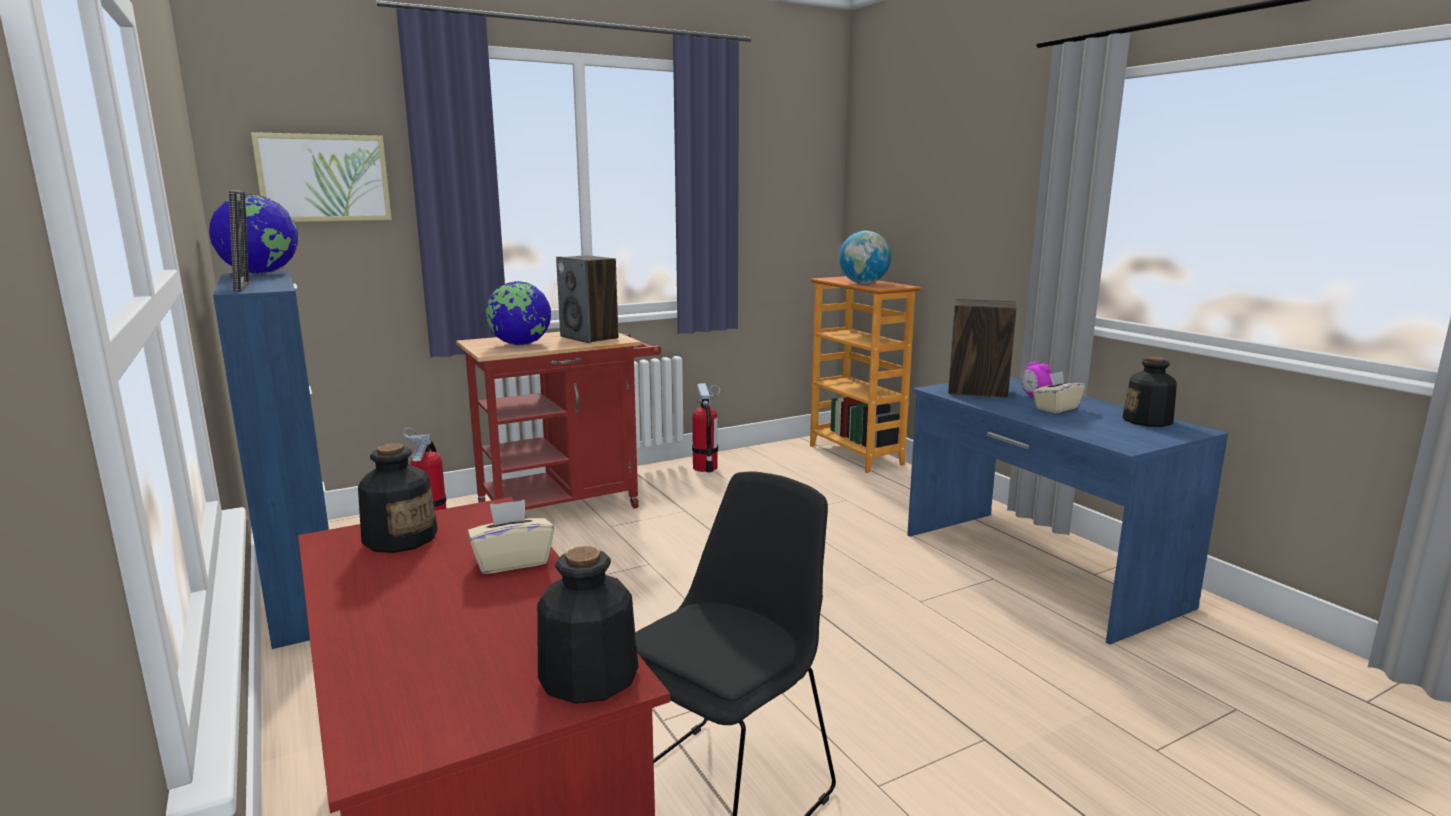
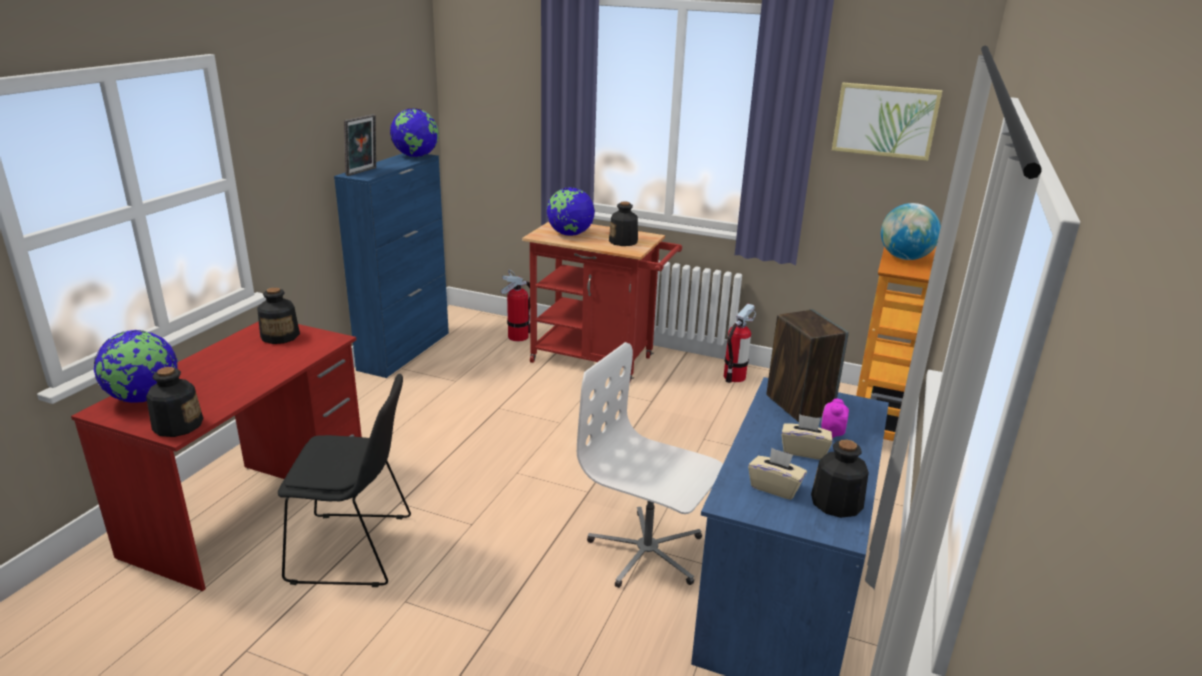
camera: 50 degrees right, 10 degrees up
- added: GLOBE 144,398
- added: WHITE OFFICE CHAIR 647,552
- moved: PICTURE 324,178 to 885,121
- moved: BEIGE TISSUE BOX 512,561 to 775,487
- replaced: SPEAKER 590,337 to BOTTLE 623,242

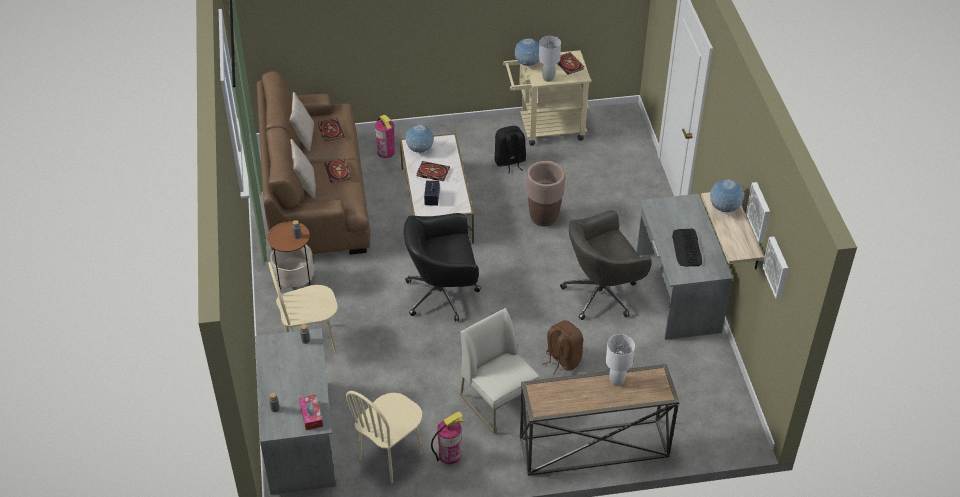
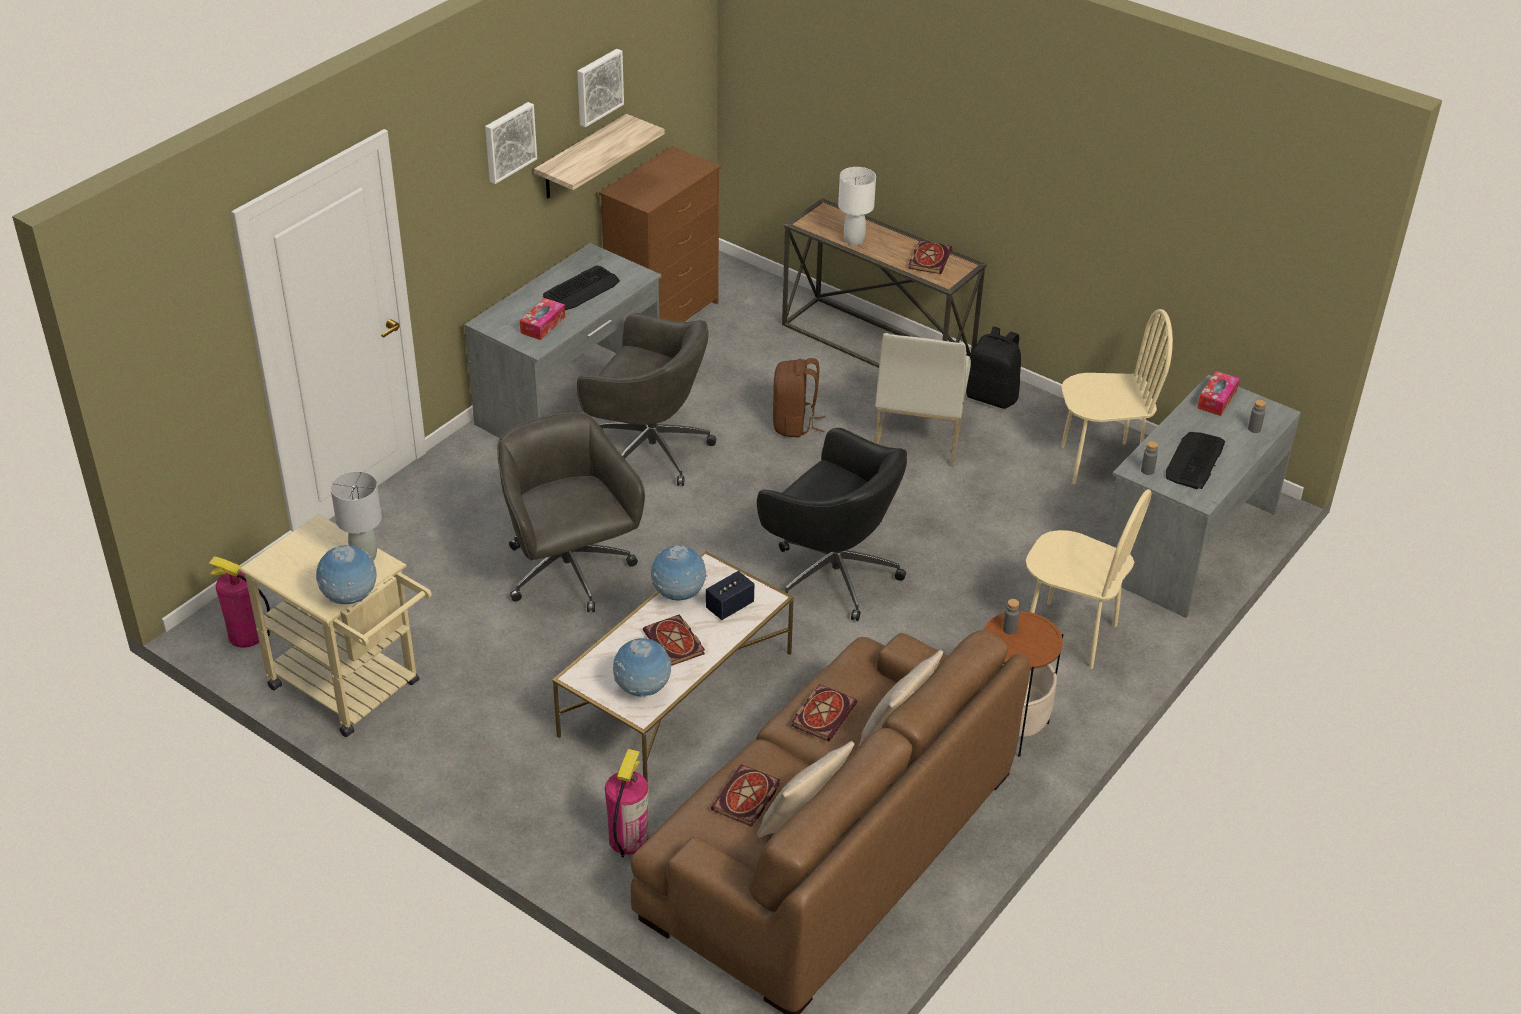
camera: 135 degrees left, 5 degrees down
- added: TISSUE BOX 543,325
- added: BROWN DRESSER 664,316
- added: KEYBOARD 1194,461
- moved: FIRE EXTINGUISHER 449,455 to 246,635
- moved: BLACK BACKPACK 510,162 to 992,397
- moved: BOOK 569,65 to 929,258
- moved: GLOBE 724,209 to 678,595
- moved: PICTURE 777,267 to 508,141
- replaced: BROWN PLANTER 544,217 to GREY OFFICE CHAIR 569,573

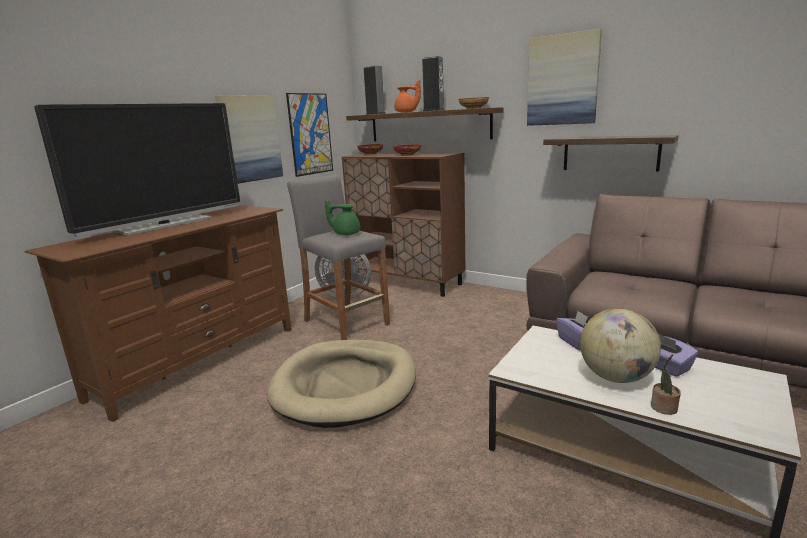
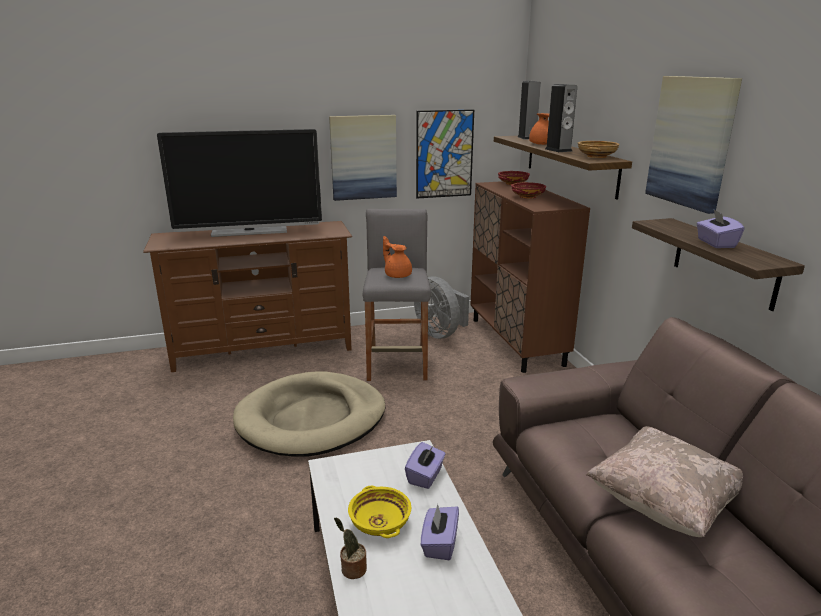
camera: 40 degrees right, 5 degrees up
- added: BEIGE PILLOW 663,503
- added: PURPLE TISSUE BOX 715,243
- replaced: GLOBE 616,377 to YELLOW BOWL 380,523
- recoloured: GREEN TEAPOT 346,233 to ORANGE TEAPOT 397,275

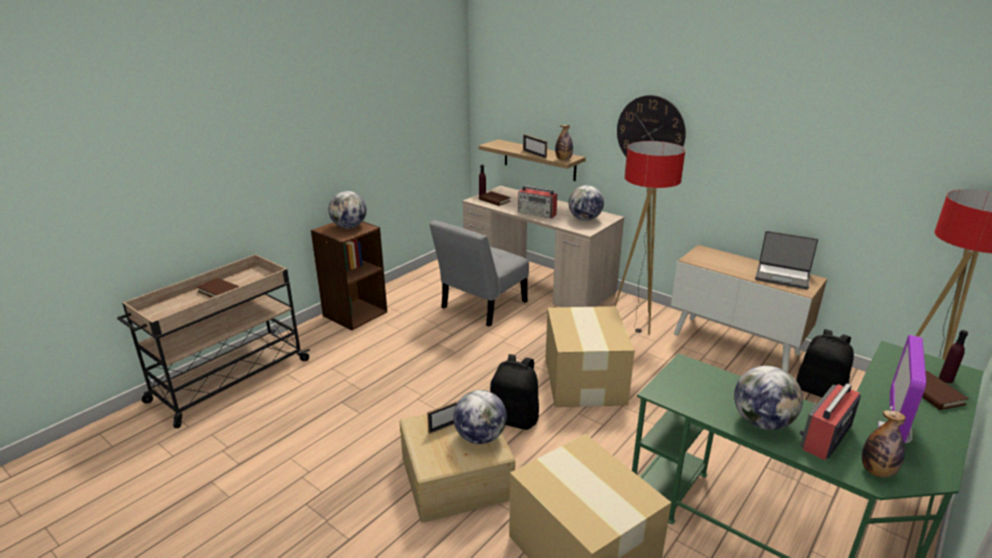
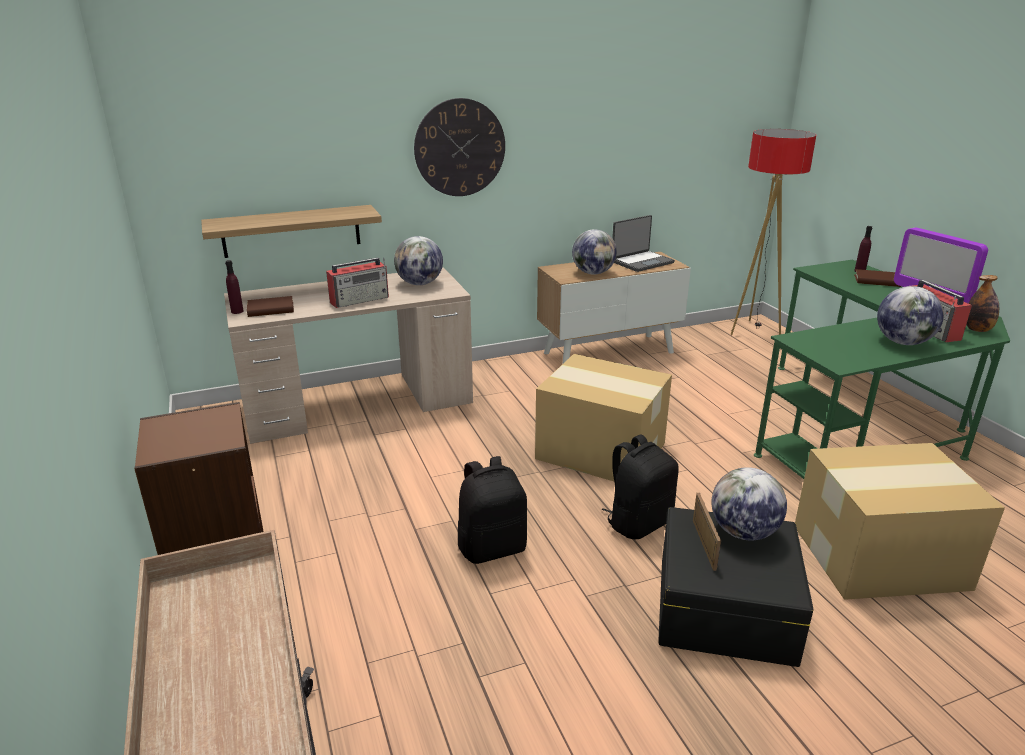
camera: 60 degrees left, 0 degrees up
- removed: BROWN BOOK 219,291
- removed: GREY CHAIR 481,306
- removed: PICTURE FRAME 534,154
- removed: BOTTLE 563,159
- removed: FLOOR LAMP 636,322
- moved: GLOBE 349,227 to 593,273
- moved: BLACK BACKPACK 820,391 to 492,547
- recoloured: BEIGE STORAGE BOX 456,476 to BLACK STORAGE BOX 723,607

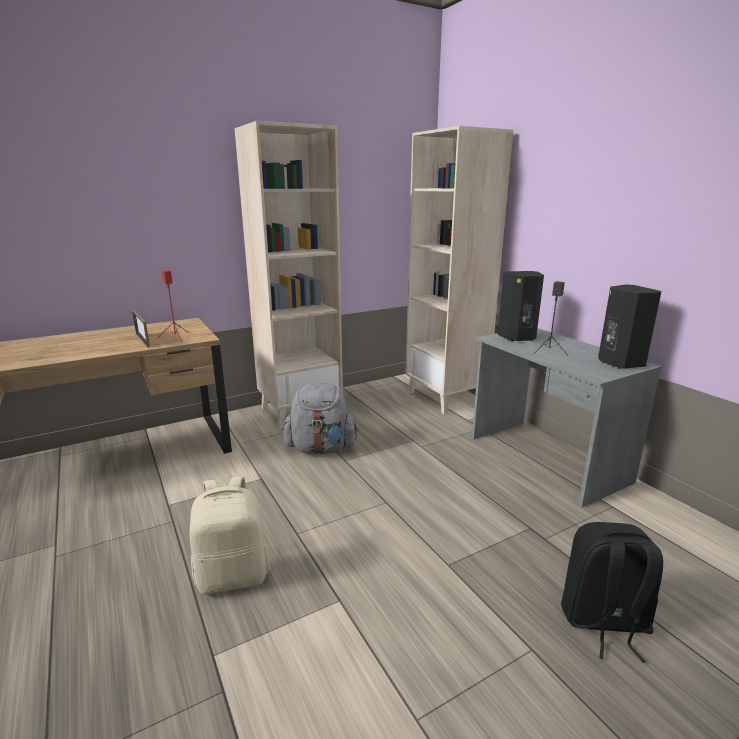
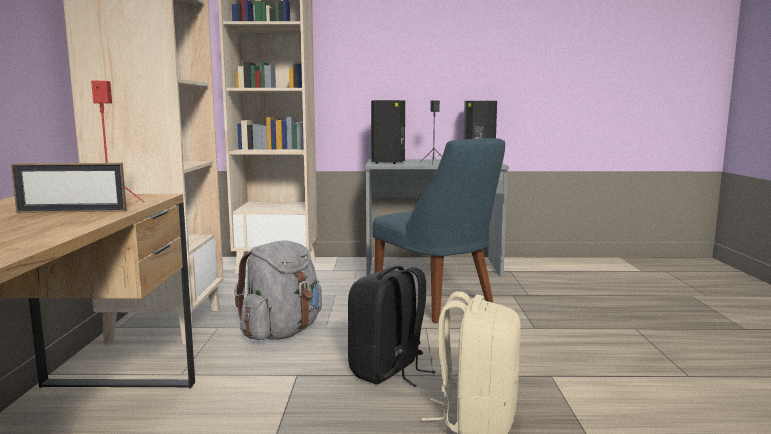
camera: 60 degrees left, 10 degrees down
- added: BLUE CHAIR 437,303
- moved: BLACK BACKPACK 603,622 to 388,371

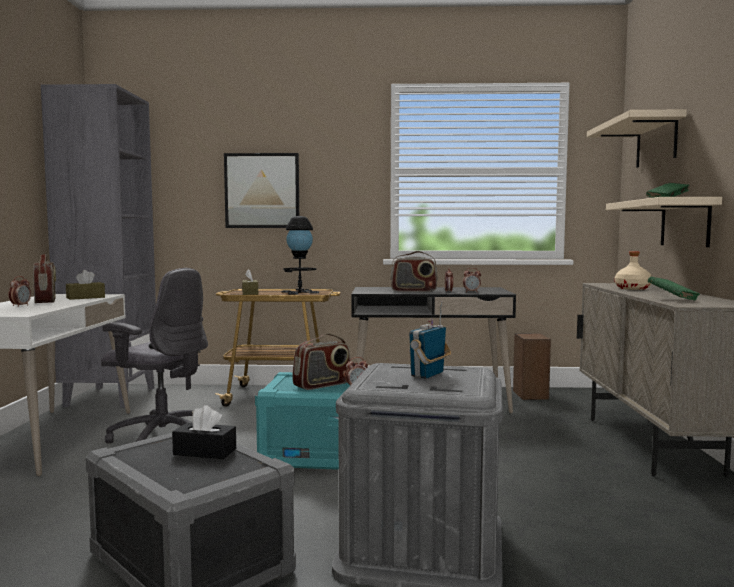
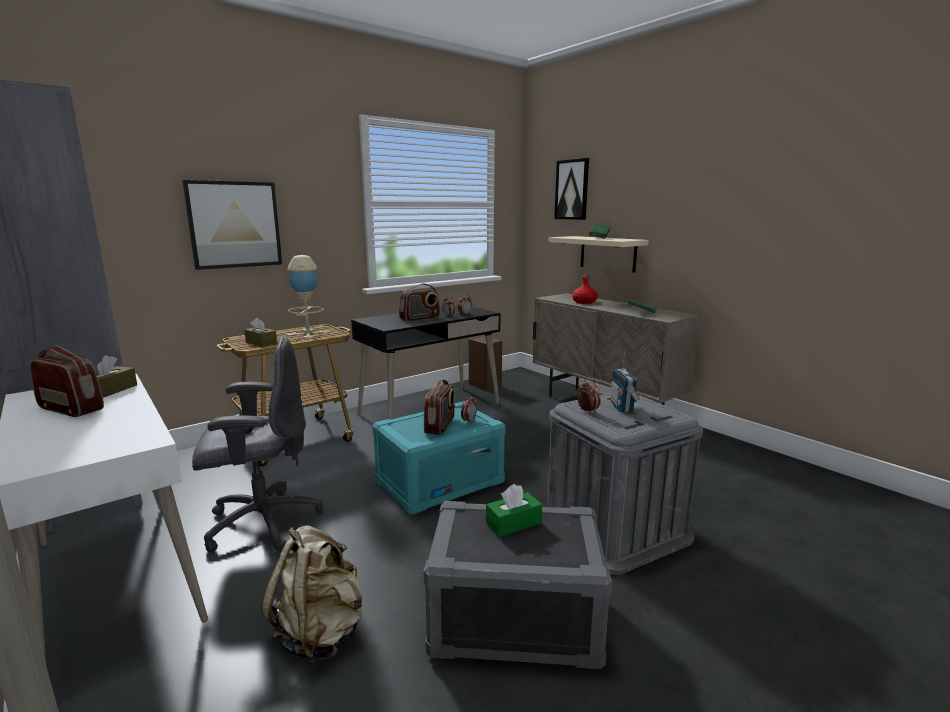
camera: 40 degrees left, 10 degrees up
- added: BEIGE BACKPACK 321,633
- moved: ALARM CLOCK 20,306 to 587,411
- replaced: BEIGE SHELF 656,142 to PICTURE 572,189
- recoloured: BLACK TISSUE BOX 205,452 to GREEN TISSUE BOX 513,523
- recoloured: BLACK TABLE LAMP 300,292 to BEIGE TABLE LAMP 308,333
- recoloured: BEIGE BOTTLE 632,288 to RED BOTTLE 584,302

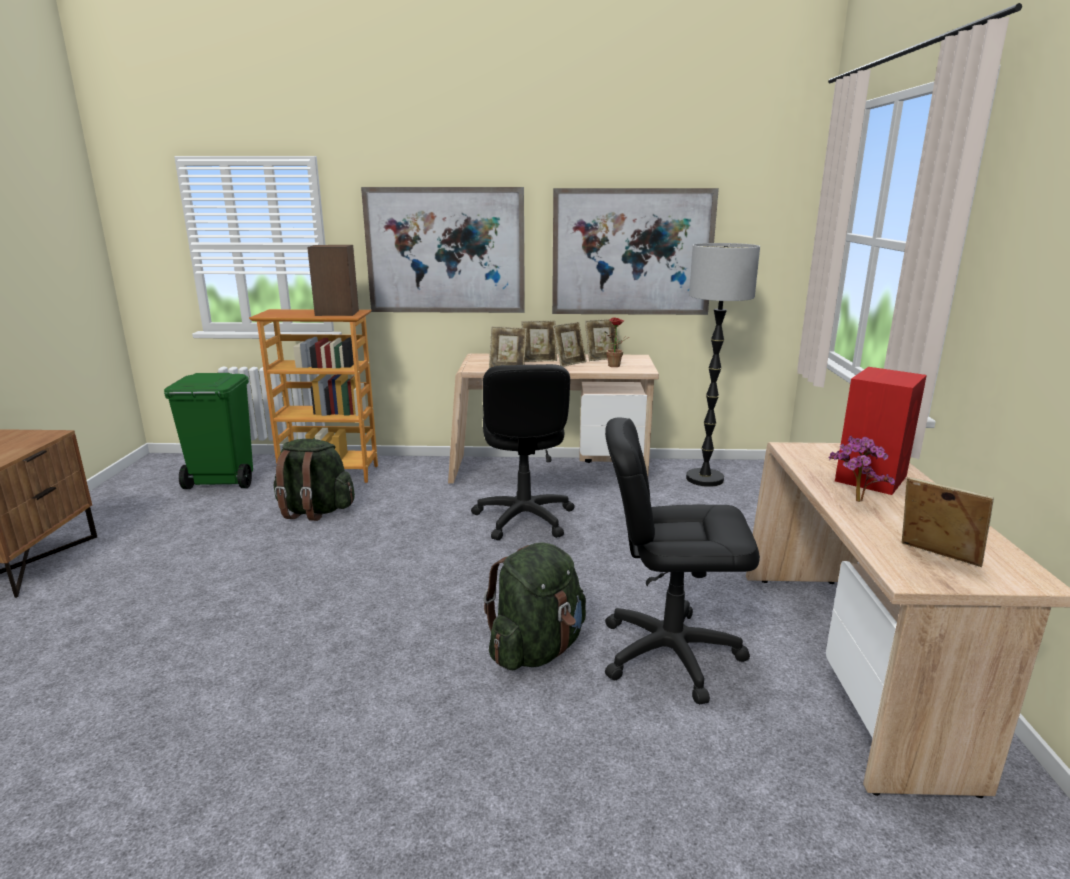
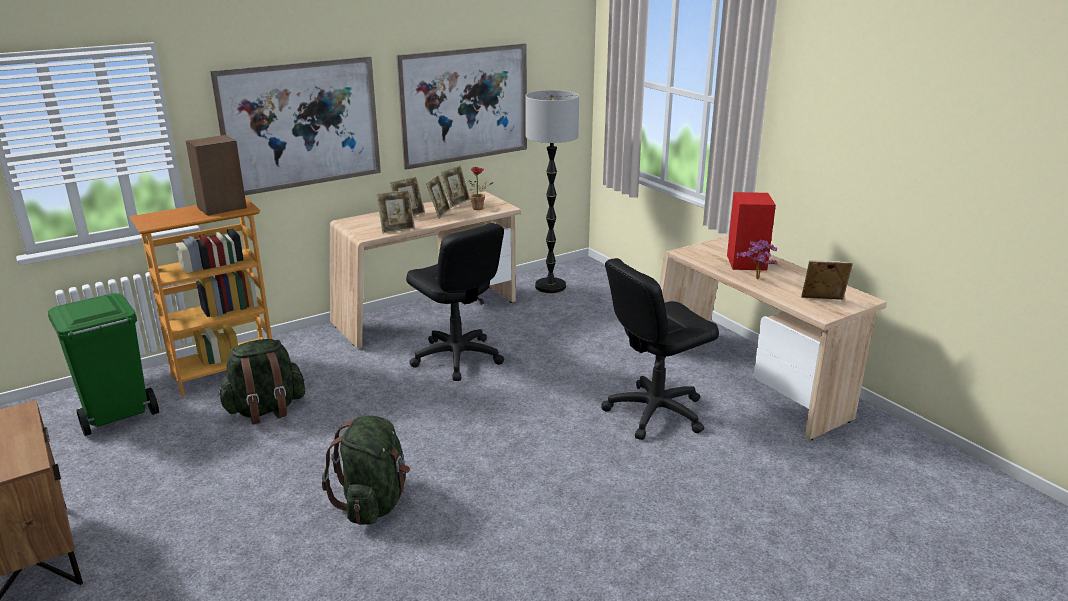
camera: 35 degrees left, 5 degrees up
- moved: GREEN BACKPACK 537,649 to 374,503

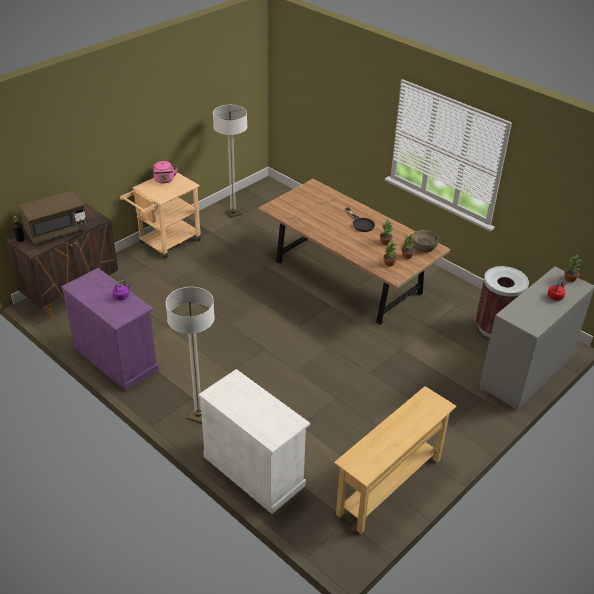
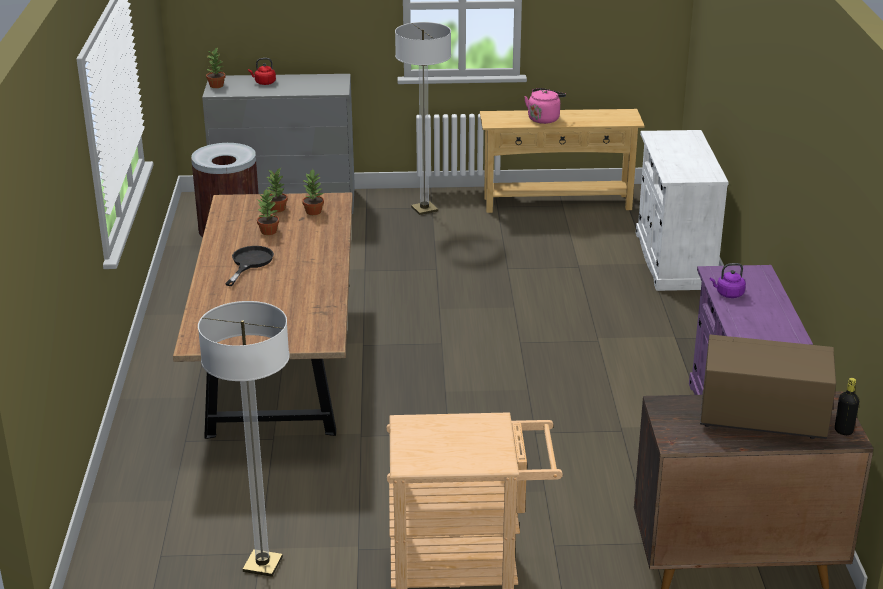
camera: 135 degrees left, 10 degrees down
- removed: BROWN BOWL 424,246
- moved: PINK KETTLE 164,180 to 544,118
- moved: FLOOR LAMP 198,415 to 424,209

